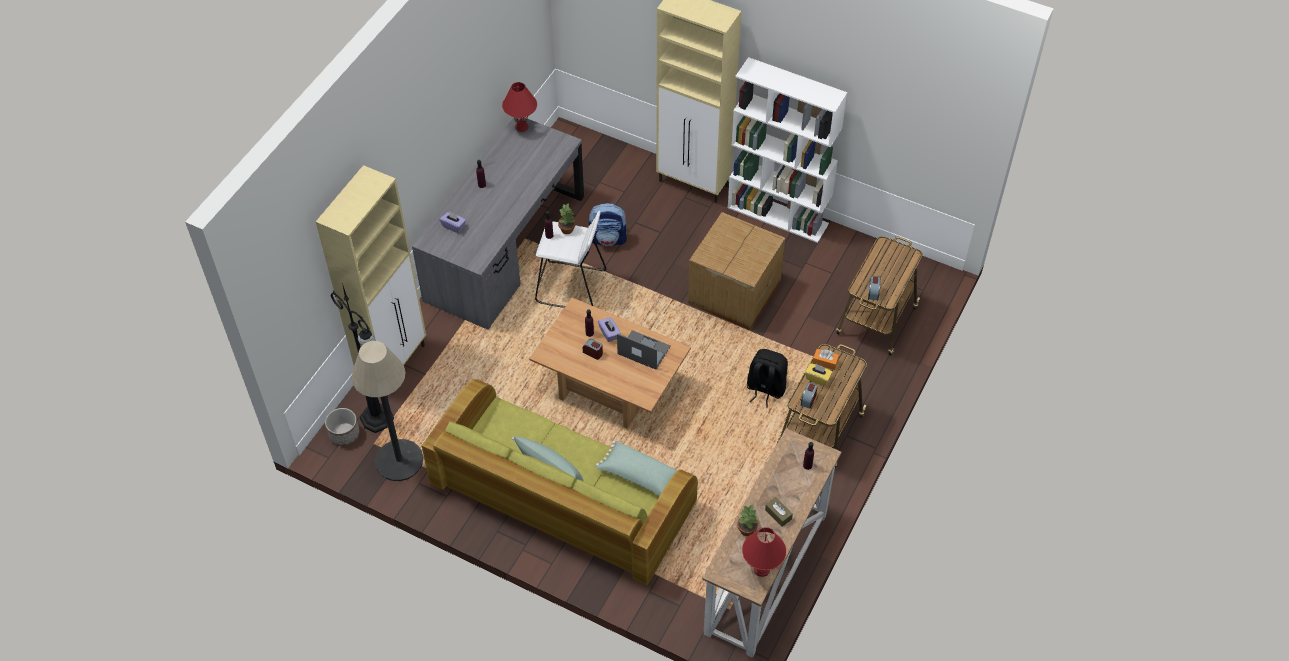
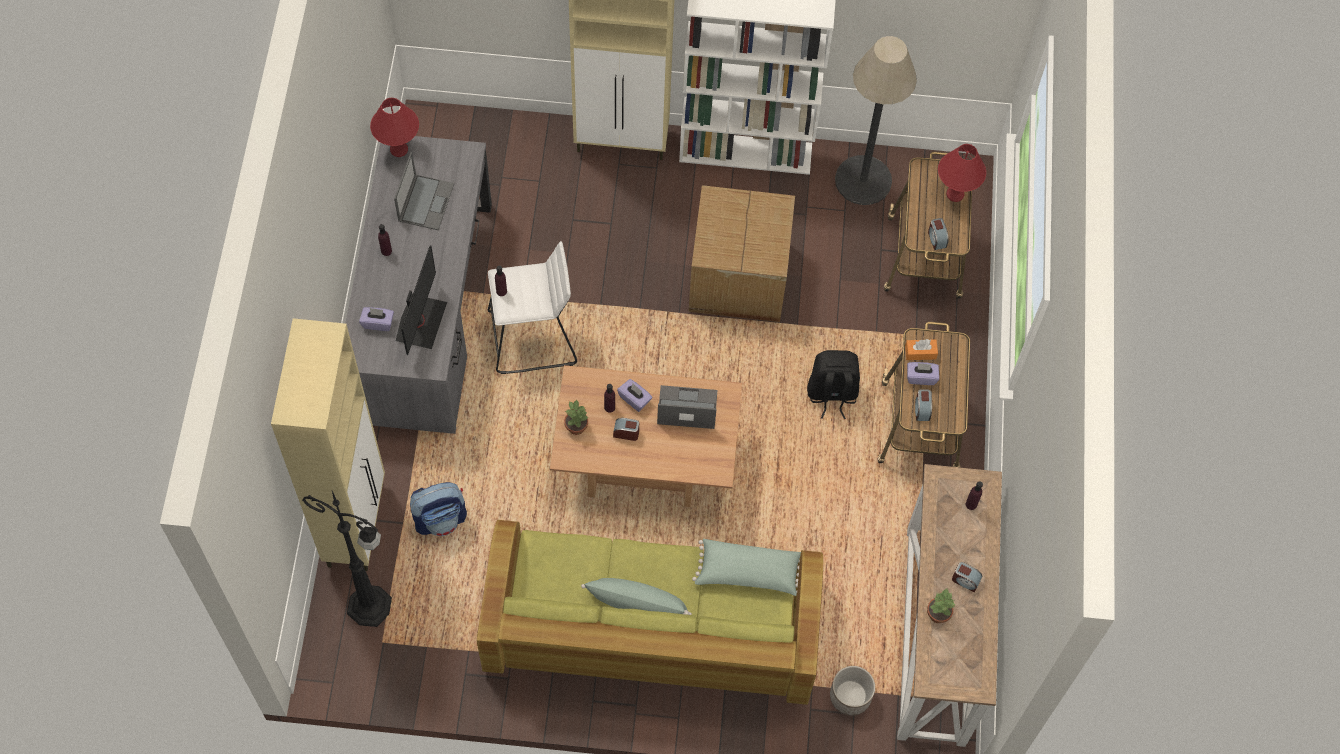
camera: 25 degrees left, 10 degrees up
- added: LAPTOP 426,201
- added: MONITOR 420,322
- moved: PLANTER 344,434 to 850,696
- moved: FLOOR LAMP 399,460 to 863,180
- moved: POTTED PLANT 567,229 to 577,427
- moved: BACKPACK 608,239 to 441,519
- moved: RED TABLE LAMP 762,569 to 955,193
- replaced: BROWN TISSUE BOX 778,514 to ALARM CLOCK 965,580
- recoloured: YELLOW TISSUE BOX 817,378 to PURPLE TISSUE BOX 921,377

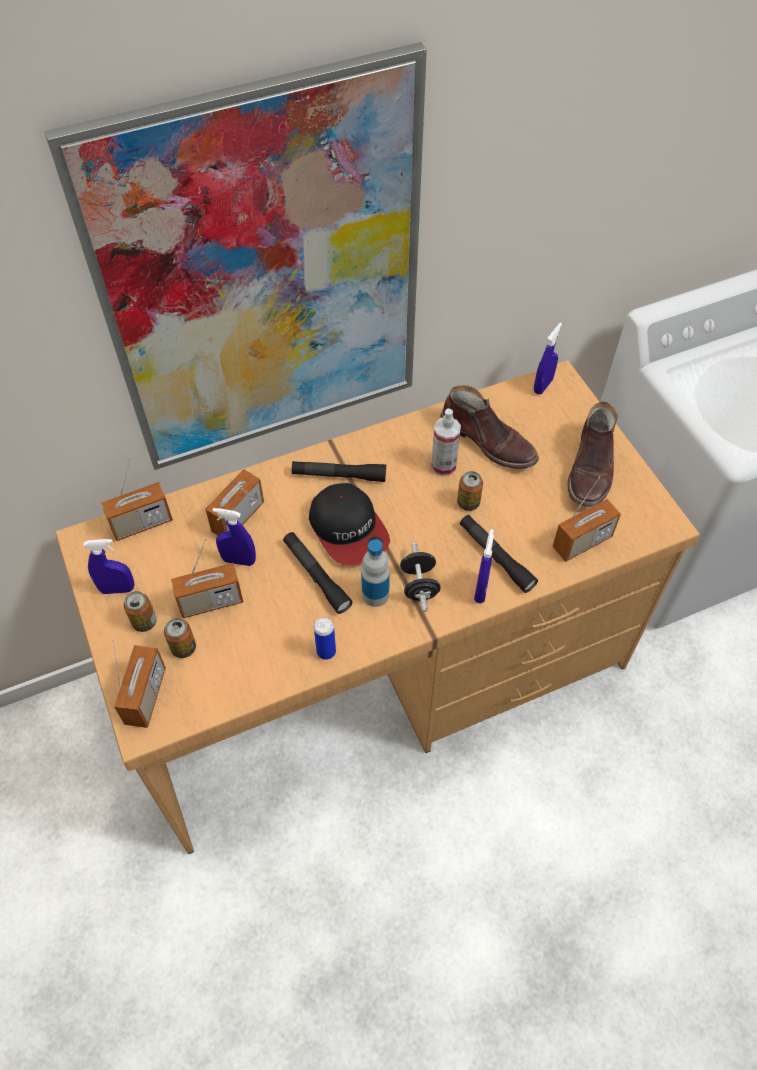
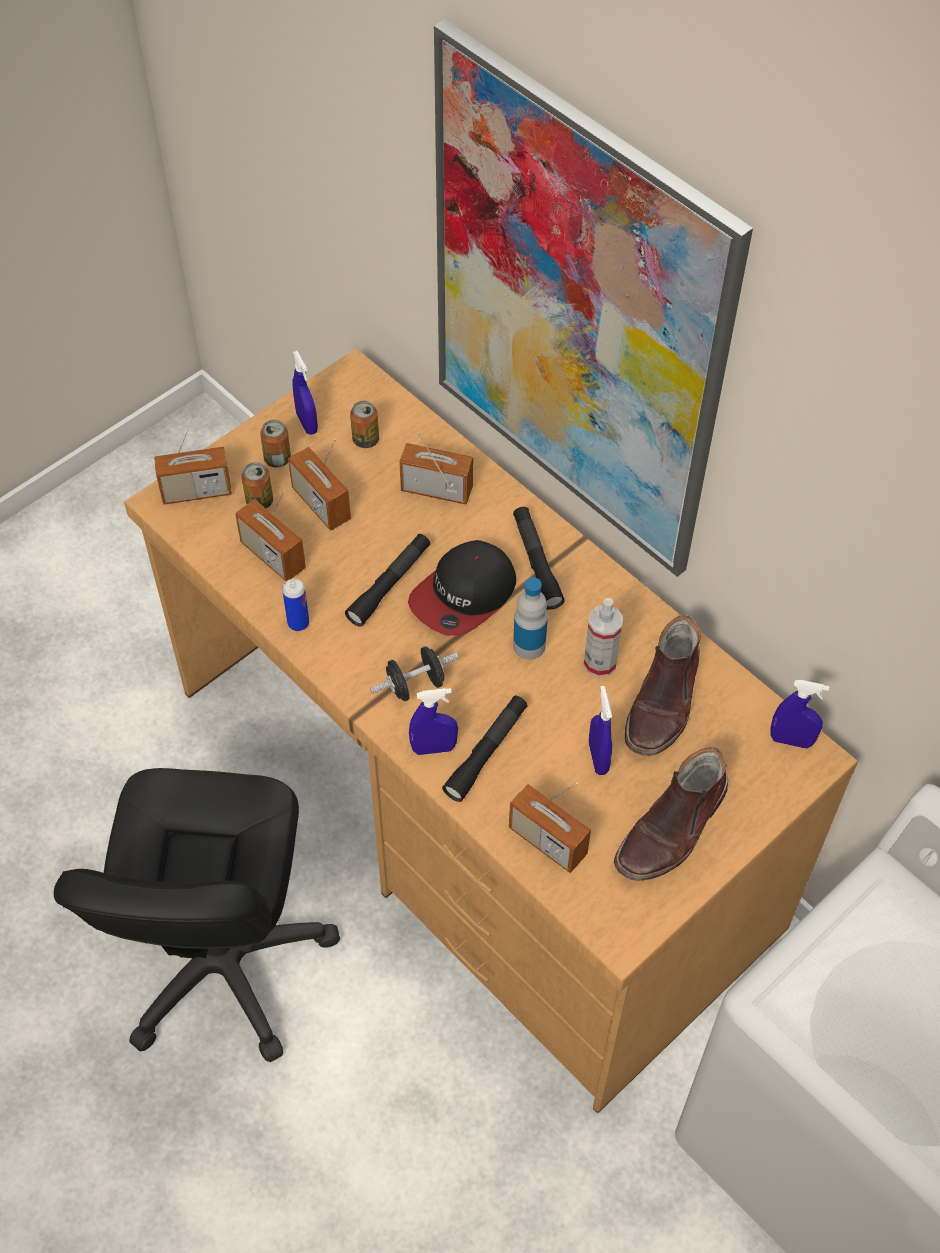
camera: 70 degrees right, 0 degrees up
- added: BLACK OFFICE CHAIR 222,962
- moved: RADIO 142,524 to 273,556
- moved: BLUE SPRAY BOTTLE 239,560 to 598,758
- moved: BOTTLE 375,594 to 529,646
- moved: CAN 468,503 to 365,440
- turned: BROWN BOOT 591,469 = 673,828 45 degrees counterclockwise

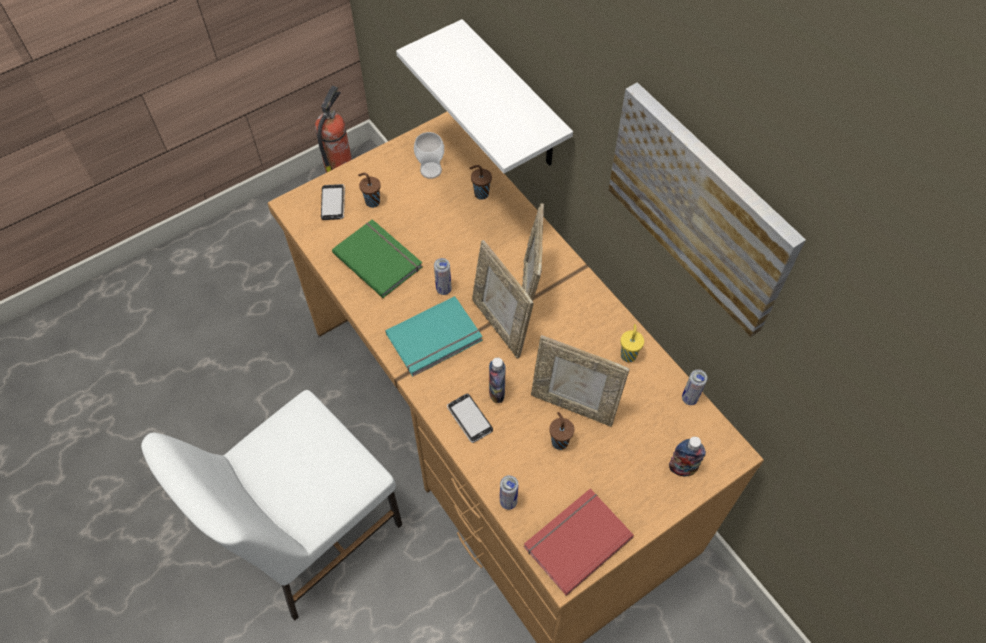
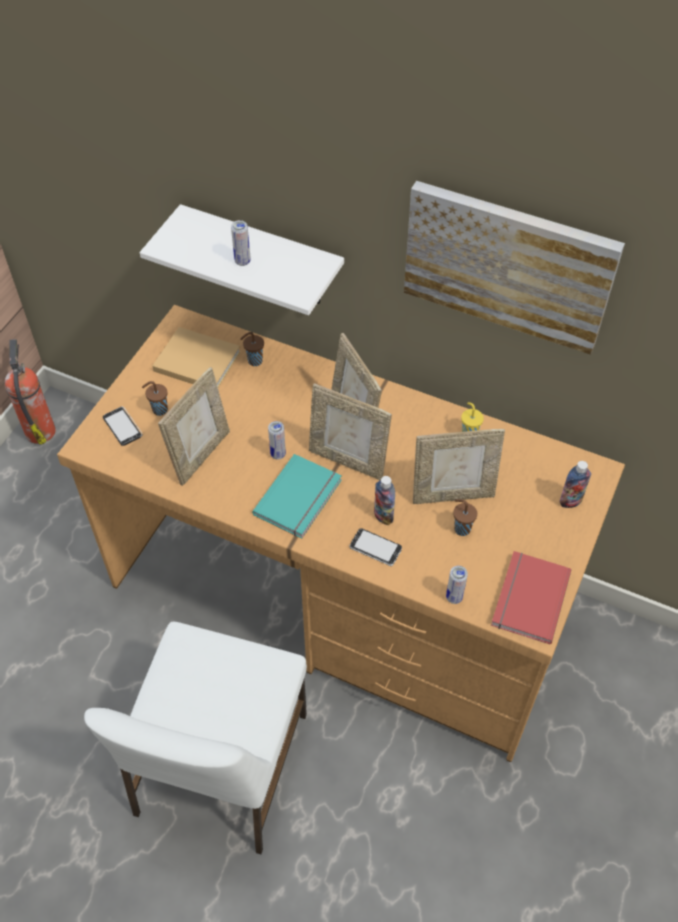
camera: 30 degrees left, 5 degrees down
- moved: CAN 689,399 to 242,261
- replaced: GREEN BOOK 379,258 to PICTURE FRAME 201,455
- replaced: CUP 431,170 to BEIGE BOOK 195,360

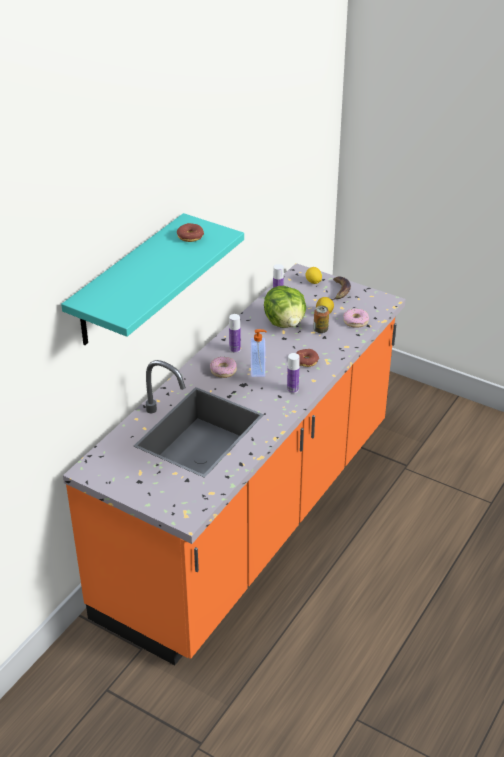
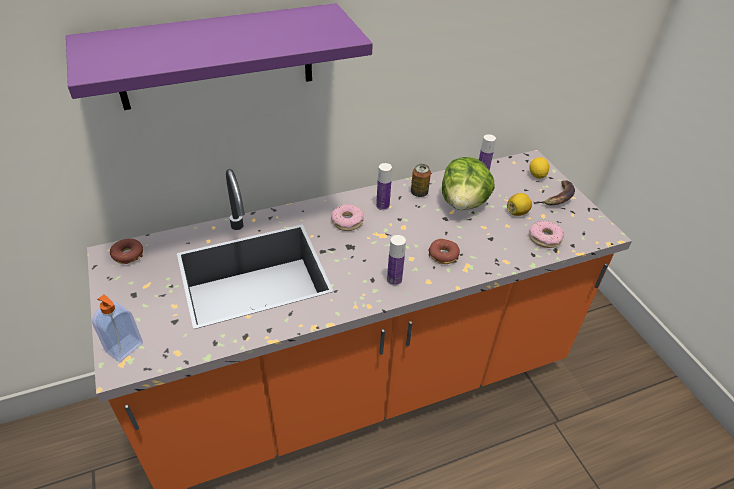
camera: 35 degrees right, 5 degrees up
- moved: DONUT 190,237 to 128,255
- moved: SOAP DISPENSER 258,371 to 125,348
- moved: CAN 320,330 to 419,193
- recoloured: TURQUOISE SHELF 128,281 to PURPLE SHELF 216,57

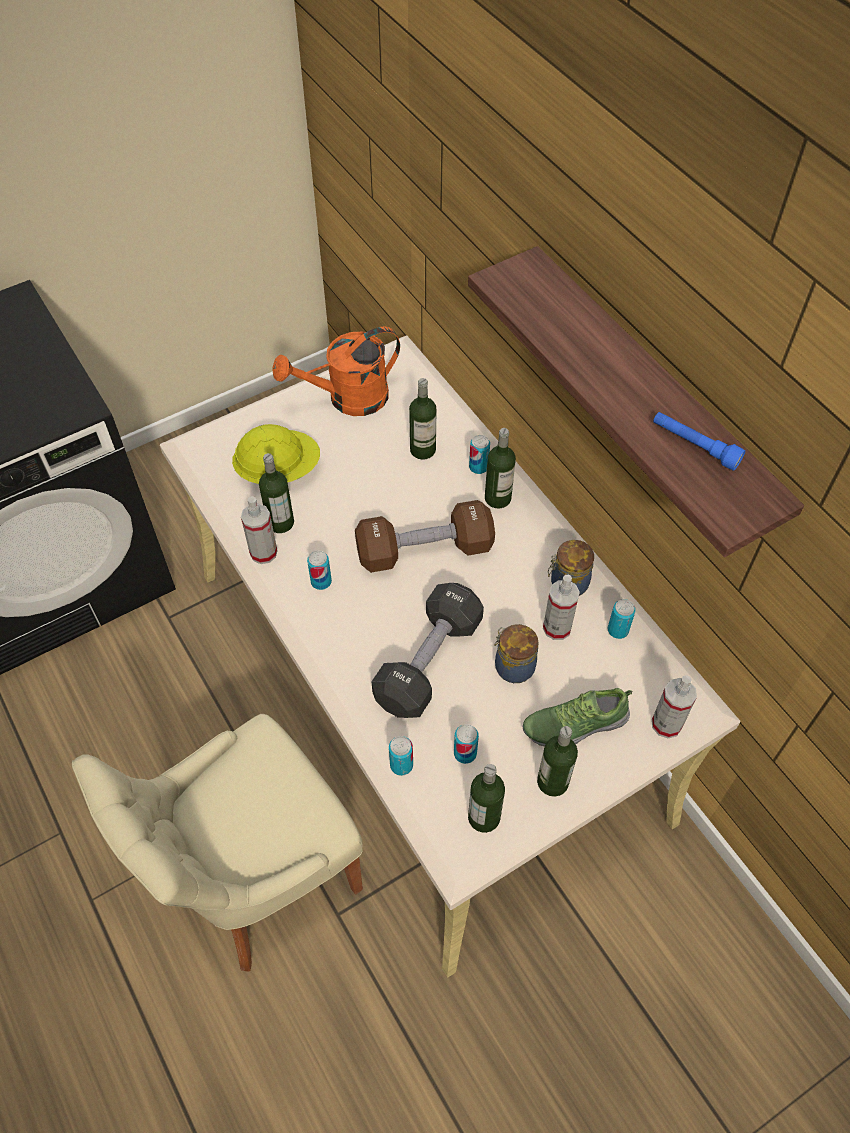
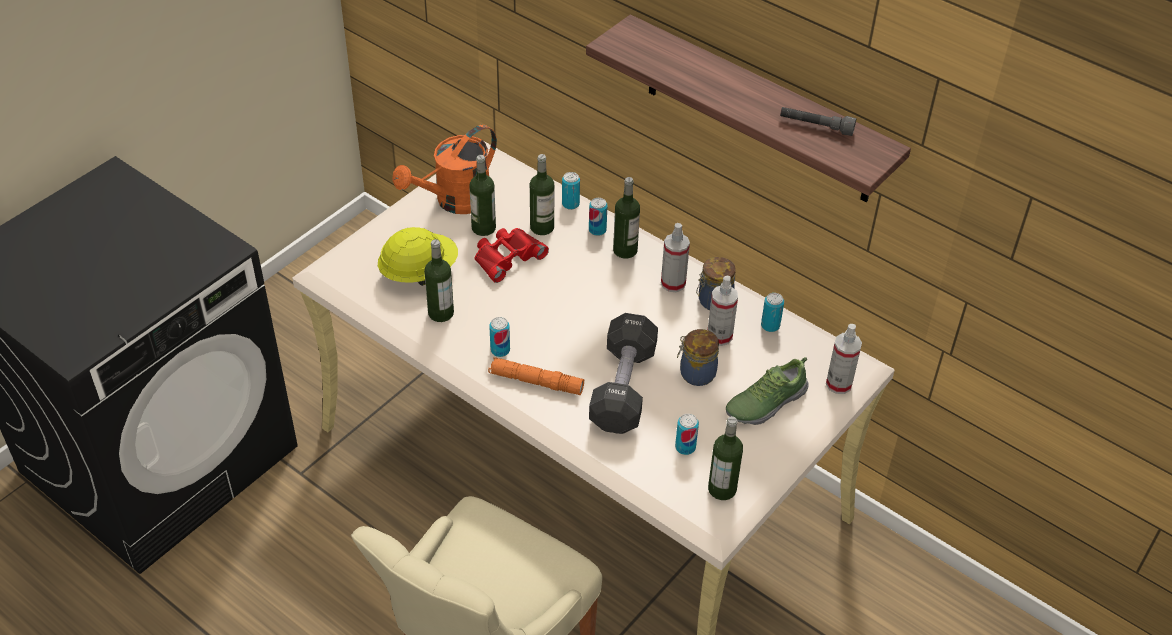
camera: 20 degrees left, 10 degrees down
- removed: BROWN DUMBBELL 424,550
- added: RED BINOCULARS 507,257
- added: ORANGE FLASHLIGHT 536,382
- moved: SPRAY BOTTLE 263,552 to 673,283
- moved: CAN 401,765 to 570,204
- moved: BOTTLE 552,782 to 483,228
- recoloured: BLUE FLASHLIGHT 694,446 to GREY FLASHLIGHT 816,126

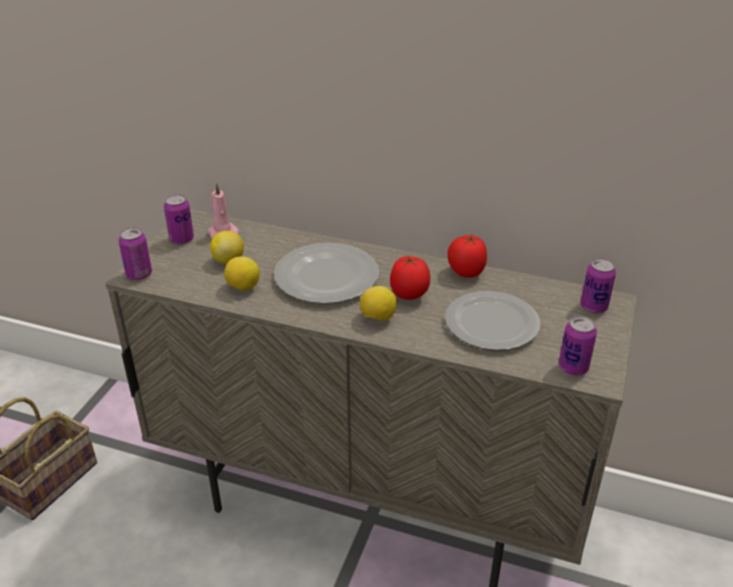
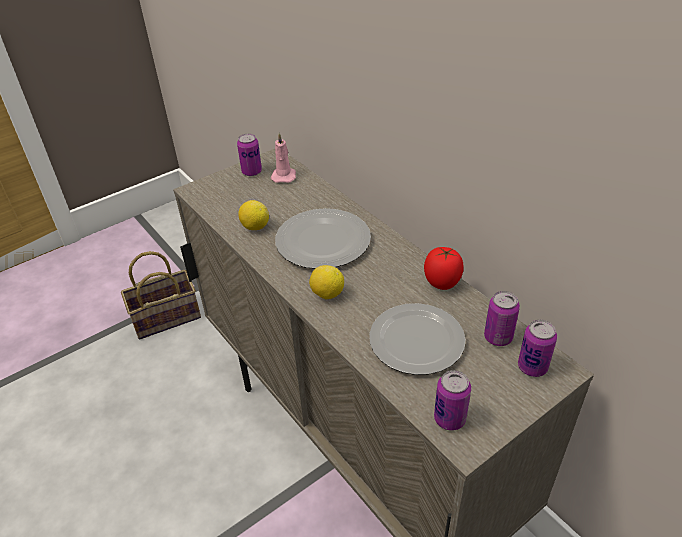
camera: 35 degrees right, 5 degrees up
- removed: LEMON 228,260
- removed: TOMATO 409,295
- moved: CAN 139,274 to 498,337

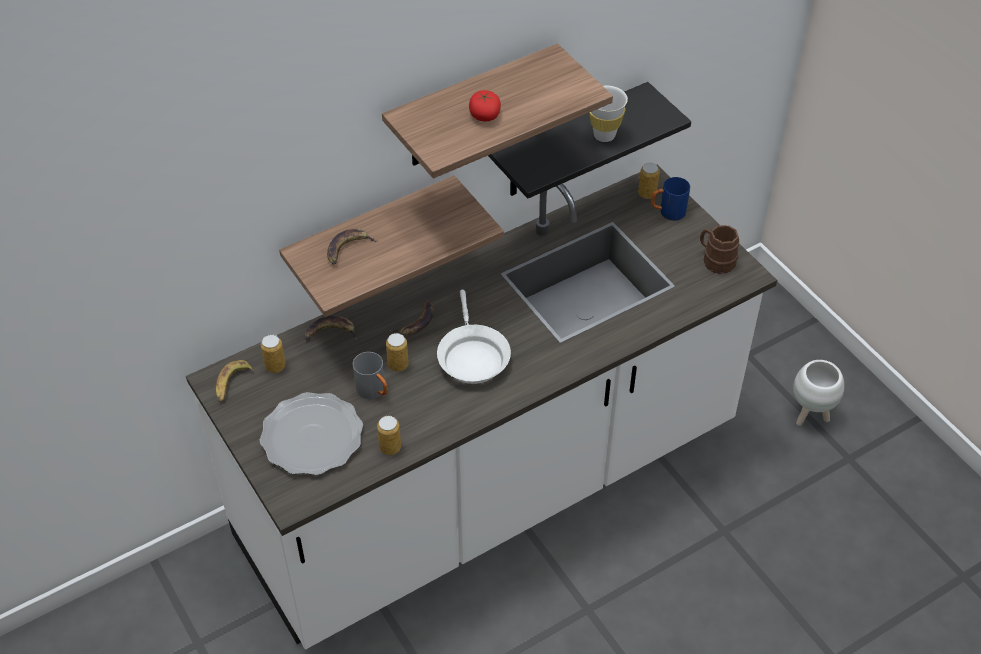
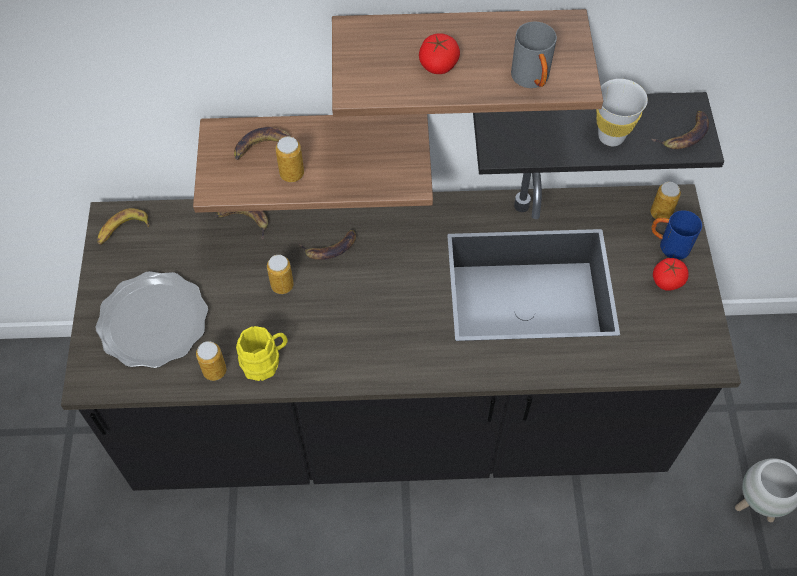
camera: 30 degrees right, 10 degrees up
- removed: WHITE FRYING PAN 472,356
- removed: BROWN MUG 715,260
- added: YELLOW MUG 265,361
- added: BANANA 684,134
- added: TOMATO 667,280
- moved: CAN 275,366 to 292,174
- moved: GREY MUG 374,392 to 532,80
- recoloured: WHITE COUNTER 490,486 to BLACK COUNTER 398,415

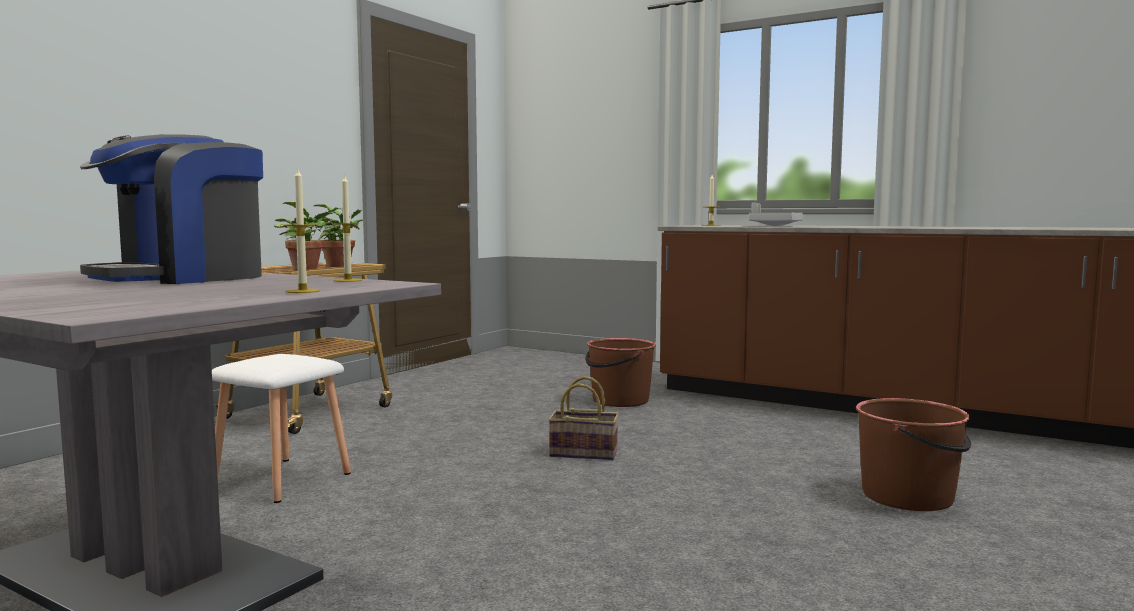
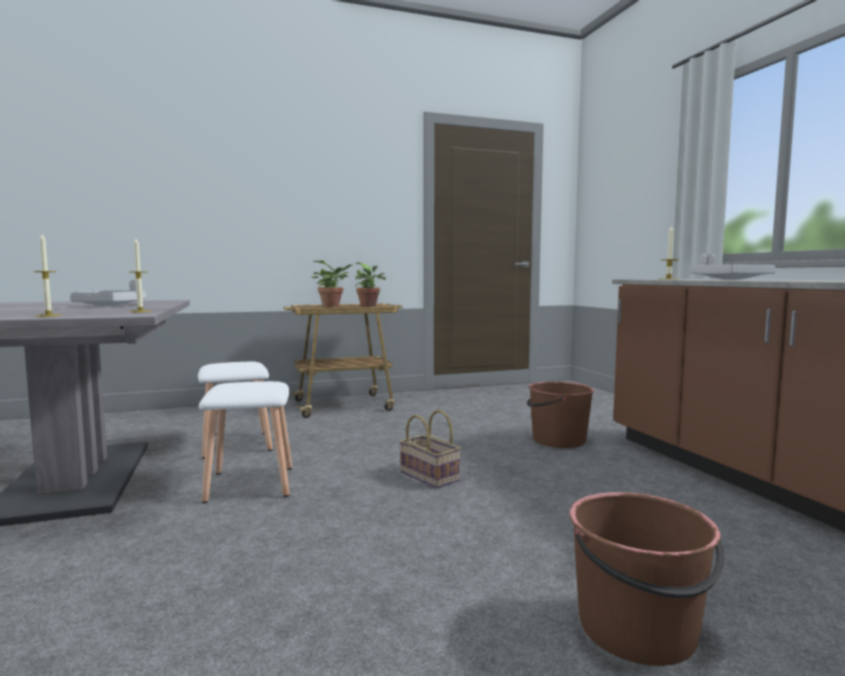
camera: 40 degrees right, 0 degrees up
- added: WHITE STOOL 251,484
- replaced: COFFEE MACHINE 183,278 to GREY TRAY 111,306

